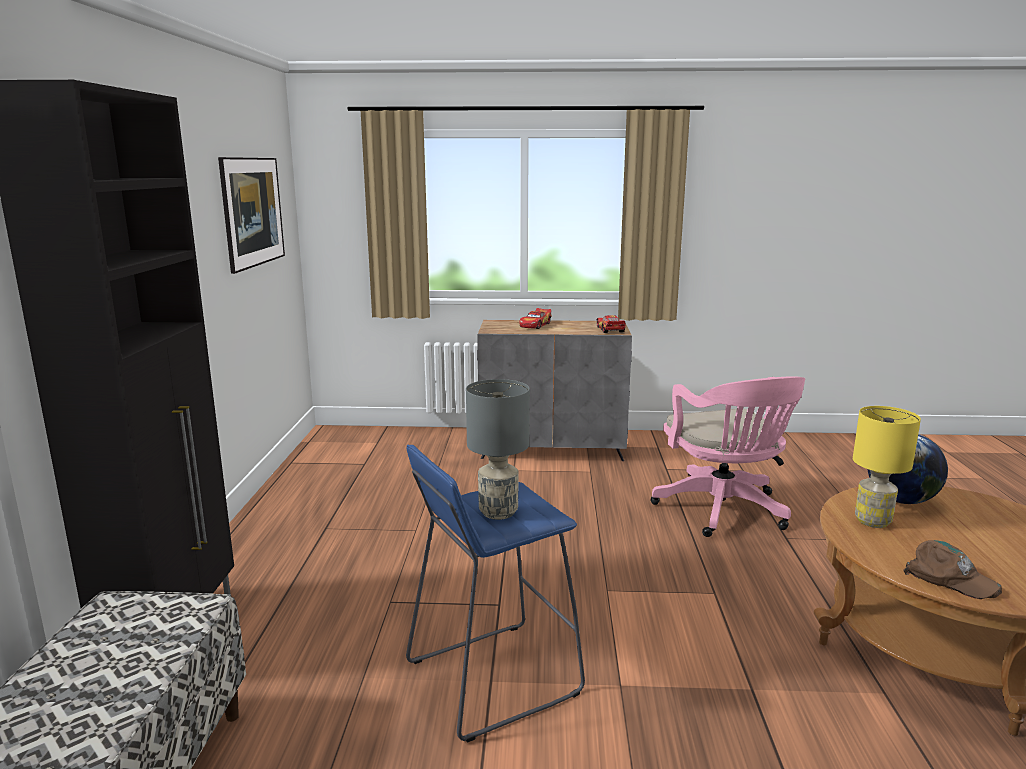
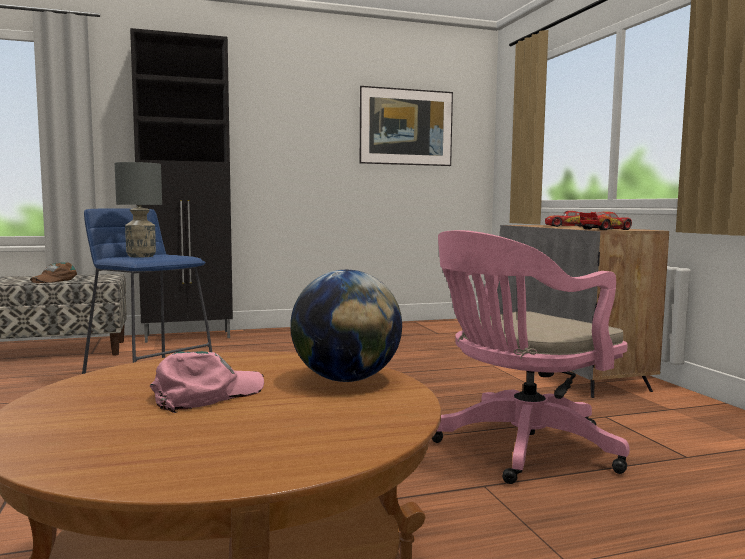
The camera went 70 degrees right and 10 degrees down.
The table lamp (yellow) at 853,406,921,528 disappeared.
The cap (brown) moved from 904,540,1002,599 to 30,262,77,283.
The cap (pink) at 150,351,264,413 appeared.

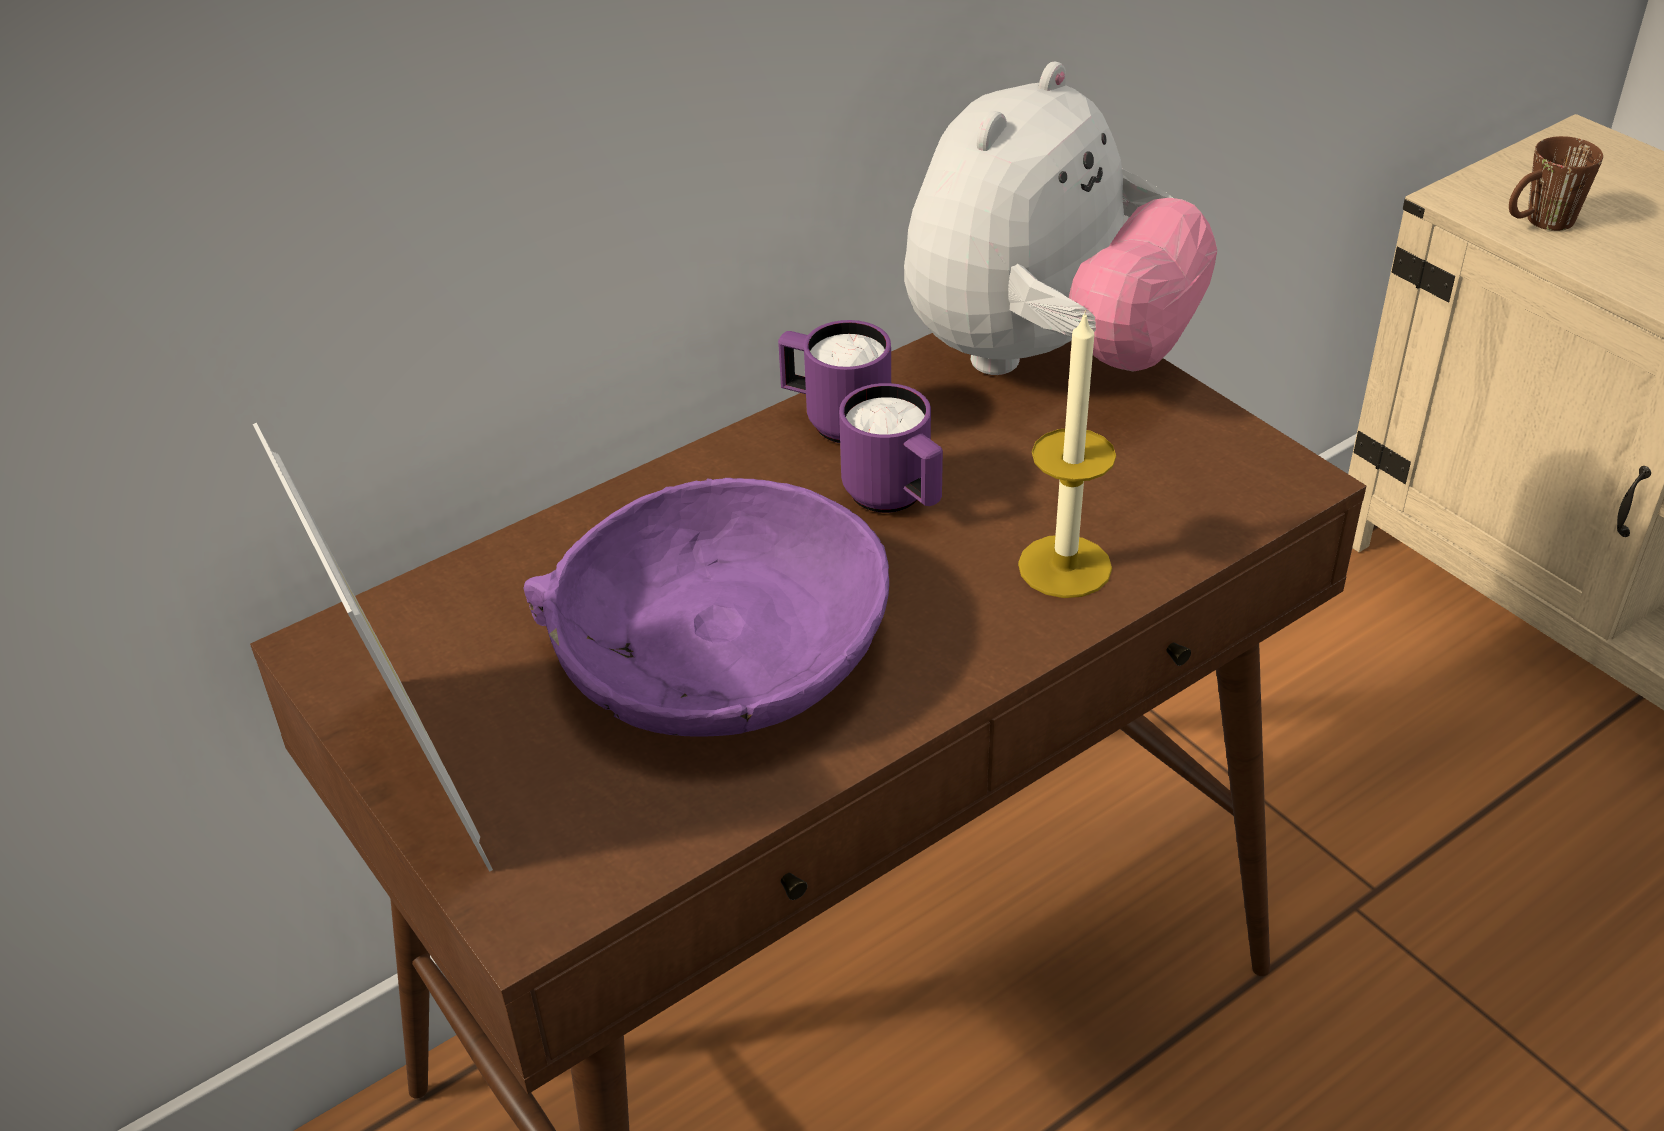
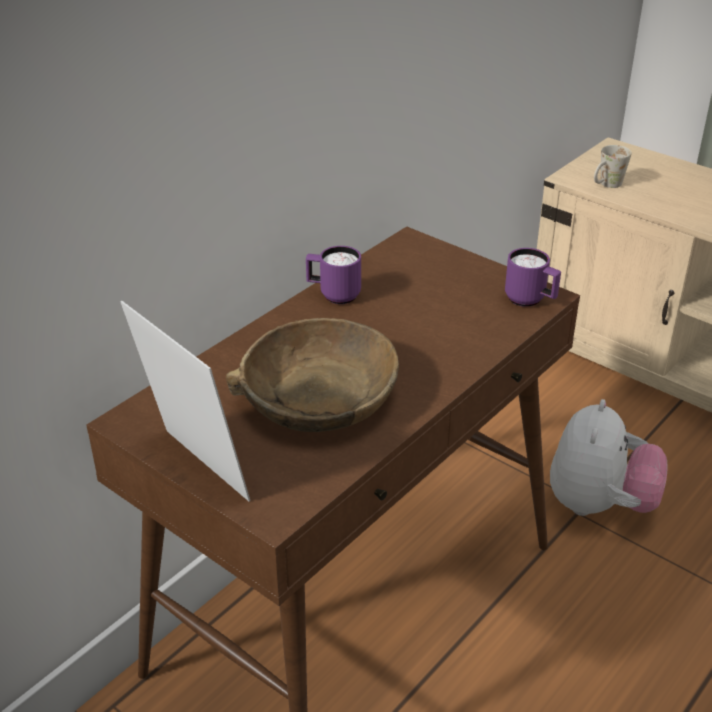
The camera went 15 degrees left and 5 degrees down.
The plush toy moved from 904,61,1217,375 to 550,399,668,516.
The mug (brown) at 1509,136,1603,231 became the mug (white) at 594,145,632,188.
The candle at 1018,310,1116,598 disappeared.
The mug (purple) moved from 839,383,943,513 to 505,248,561,307.
The bowl (purple) at 523,478,889,737 became the bowl (brown) at 226,318,399,432.

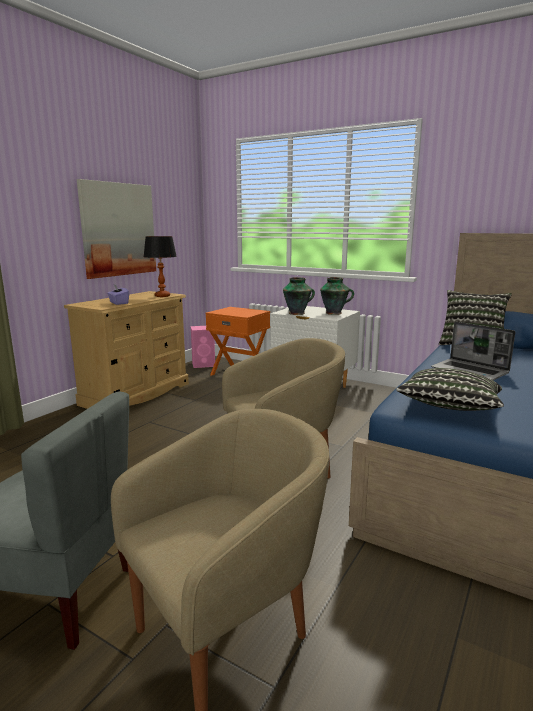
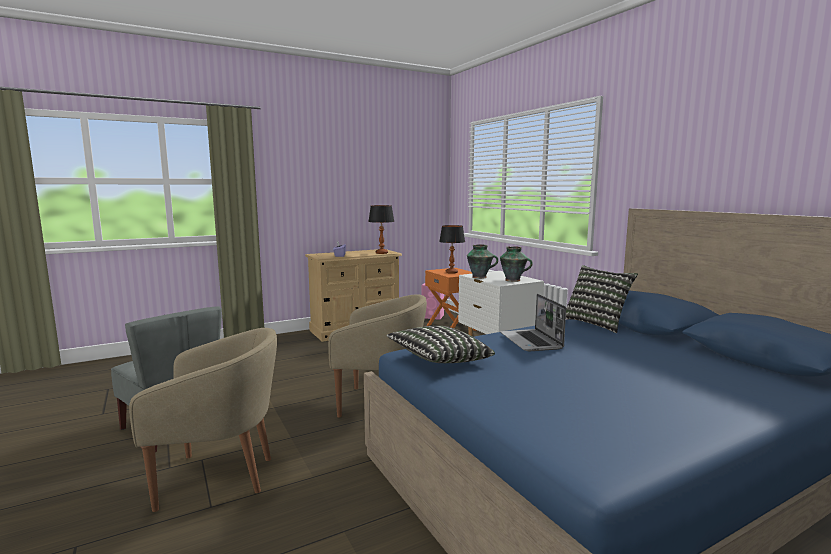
The camera went 30 degrees right and 5 degrees down.
The picture at 77,179,156,279 disappeared.
The table lamp at 439,225,465,274 appeared.

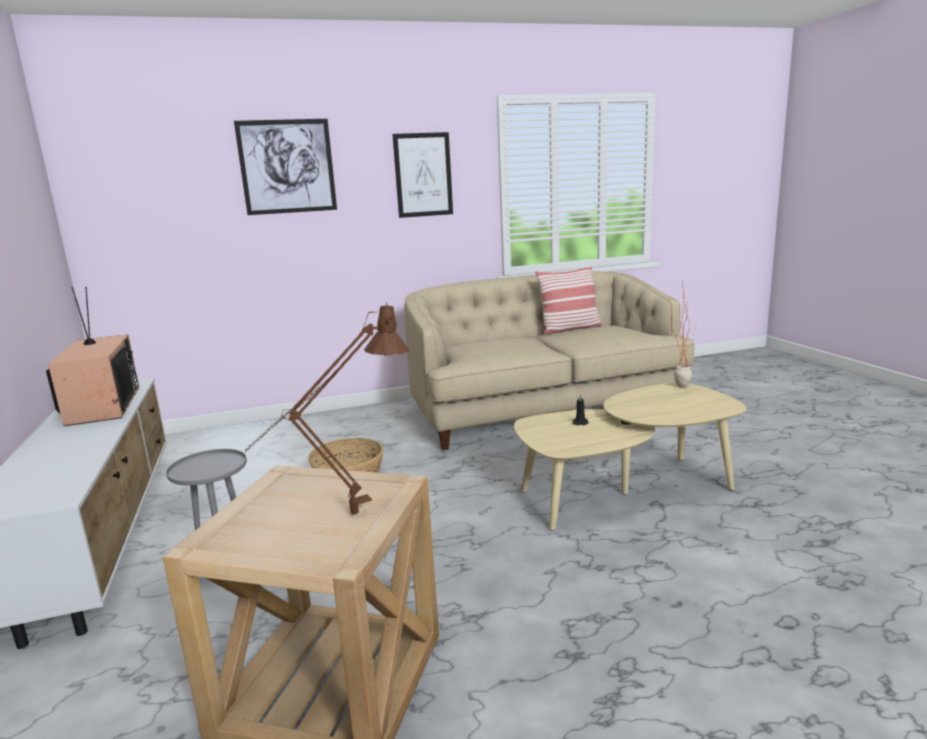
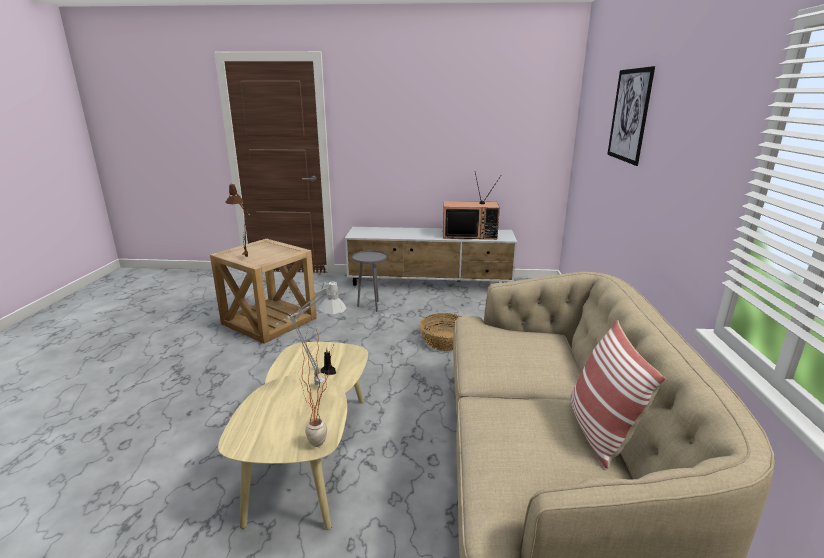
The camera went 110 degrees right and 5 degrees up.
The picture at 392,132,453,218 disappeared.
The table lamp (grey) at 276,281,346,385 appeared.

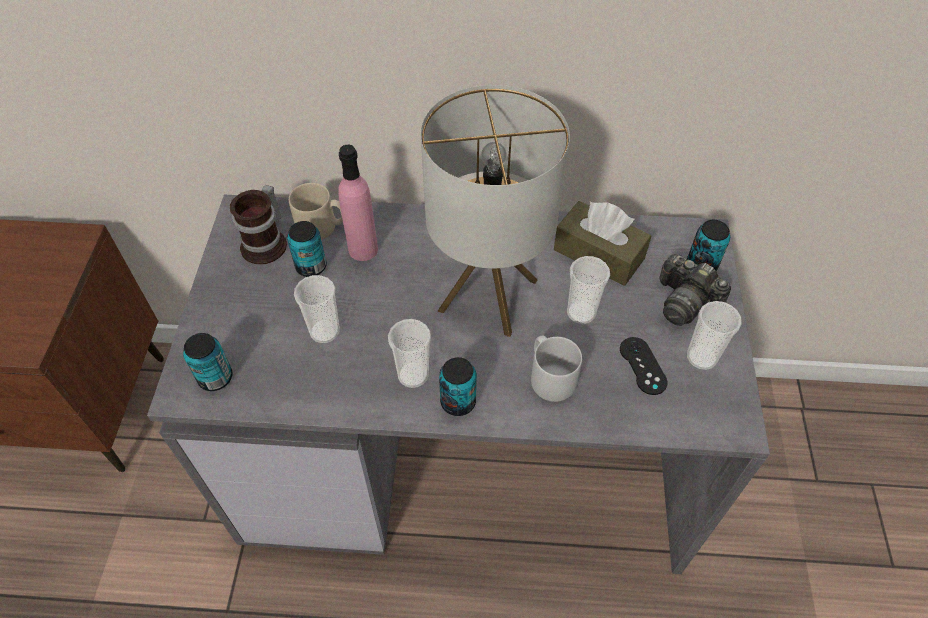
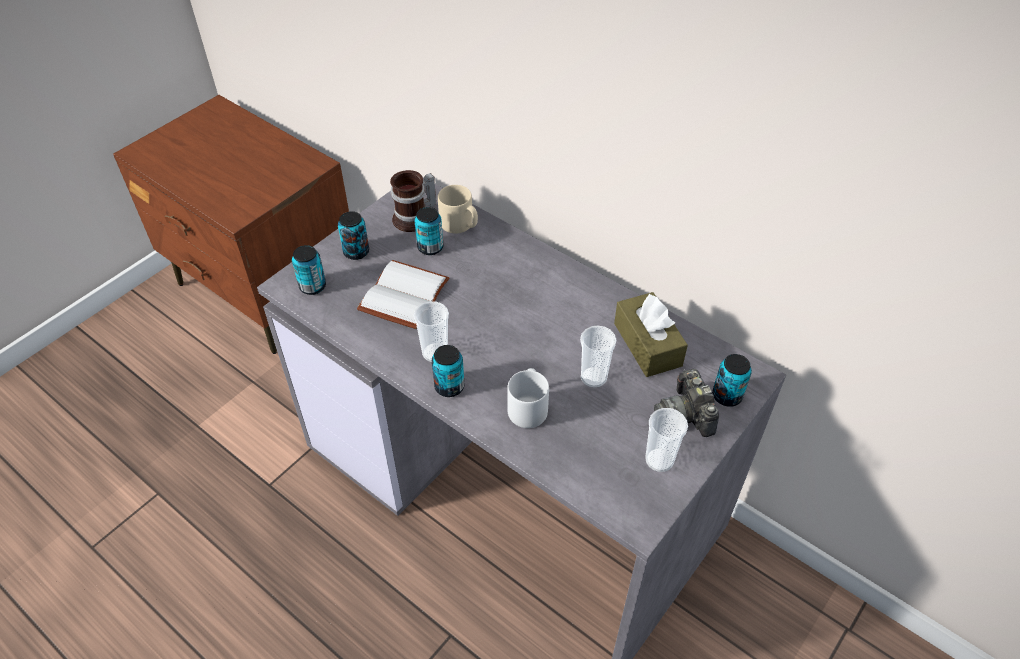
The camera went 35 degrees right and 5 degrees down.
The table lamp at 421,85,570,337 disappeared.
The bottle (pink) at 338,145,378,261 disappeared.
The cup at 294,275,340,343 was replaced by the book (white) at 357,260,449,329.
The game controller (black) at 620,337,668,395 disappeared.
The can at 338,211,369,260 appeared.

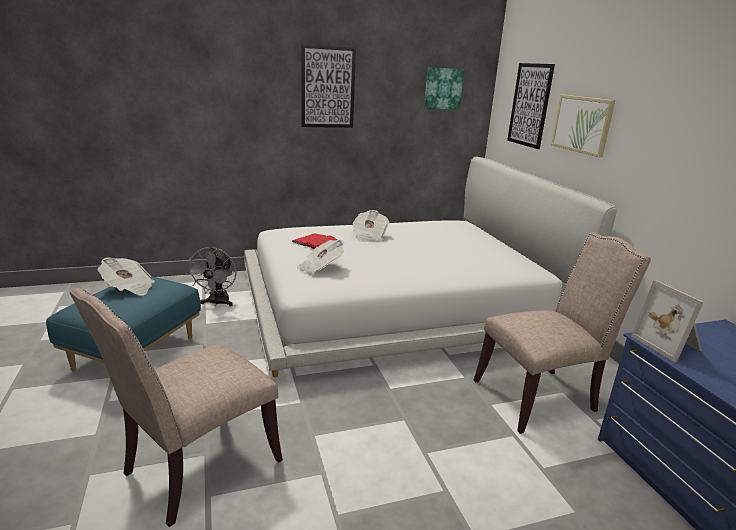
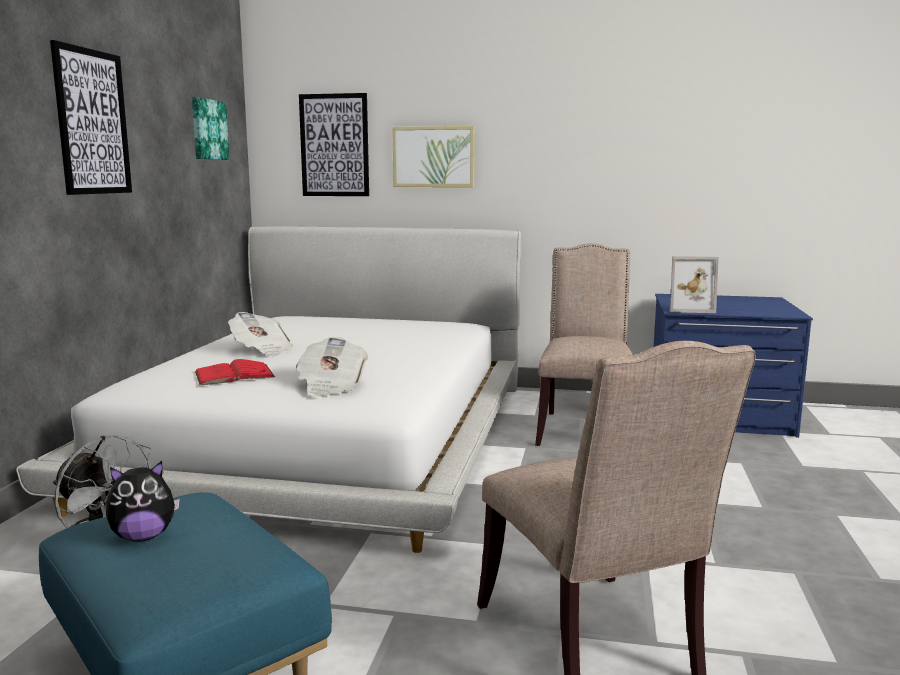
The camera went 60 degrees left and 10 degrees down.
The newspaper at 98,257,155,296 was replaced by the plush toy at 106,461,180,542.

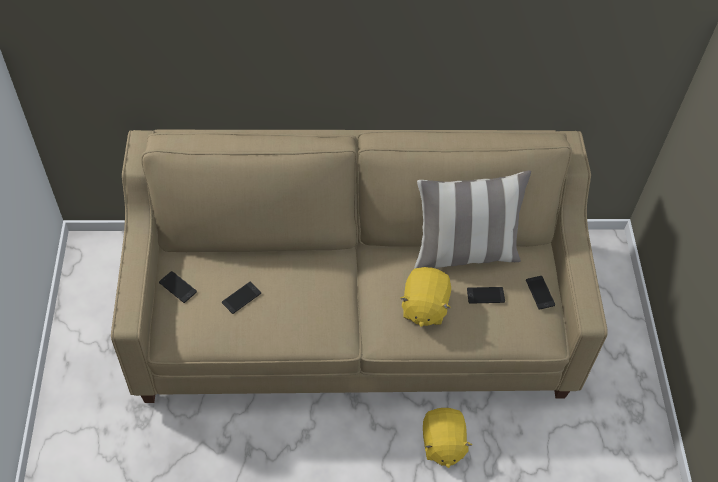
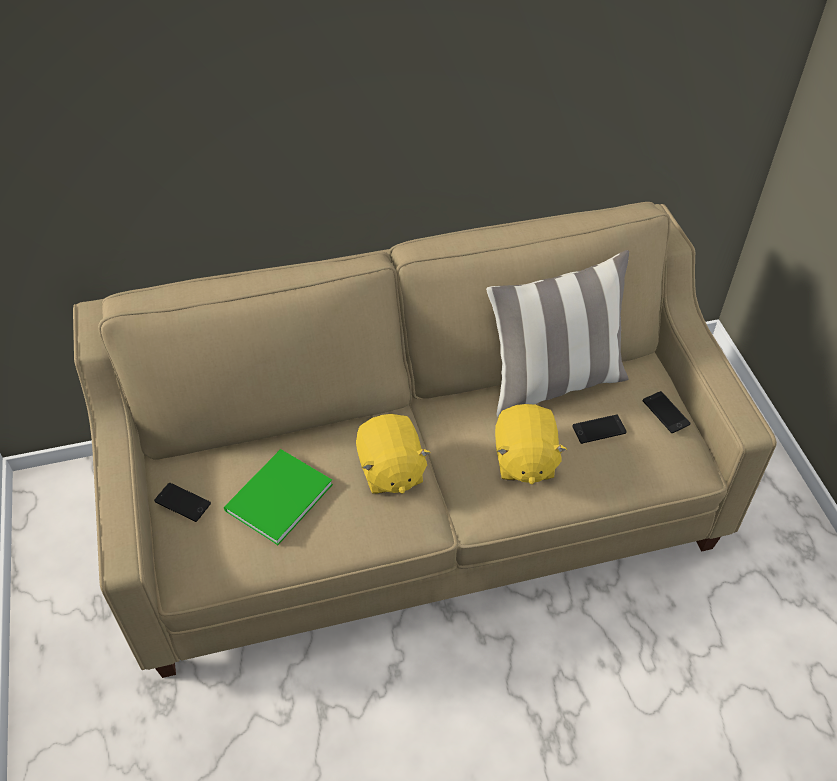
The camera went 10 degrees left and 5 degrees down.
The phone at 222,282,261,314 was replaced by the book (green) at 224,449,333,545.
The plush toy (yellow) moved from 423,408,472,468 to 356,414,431,494.

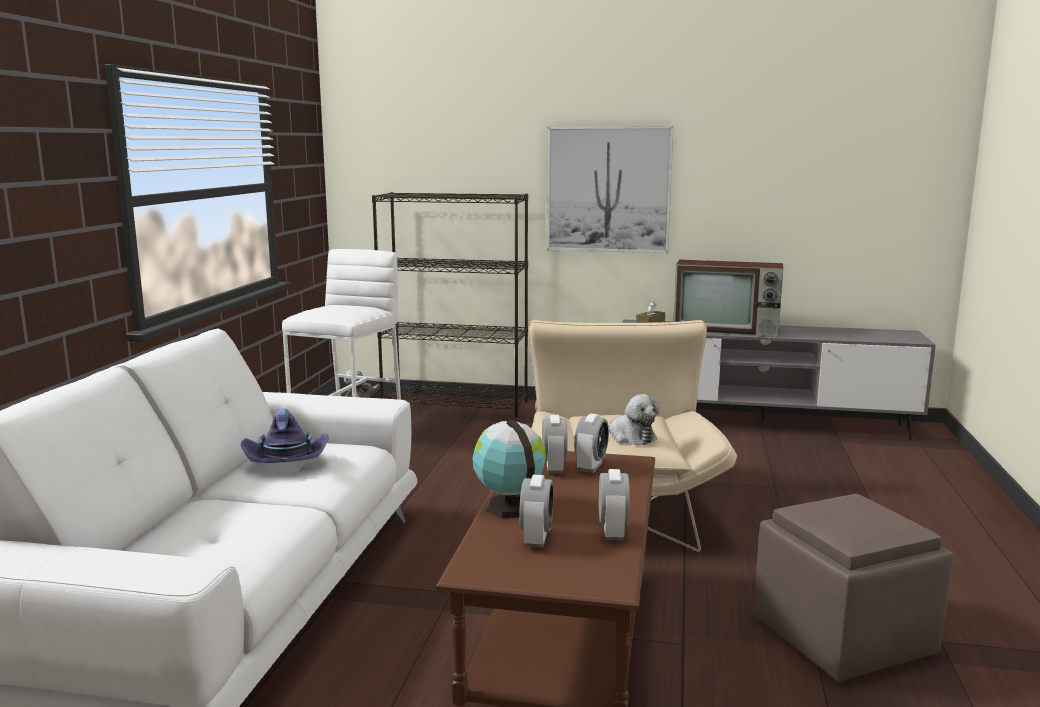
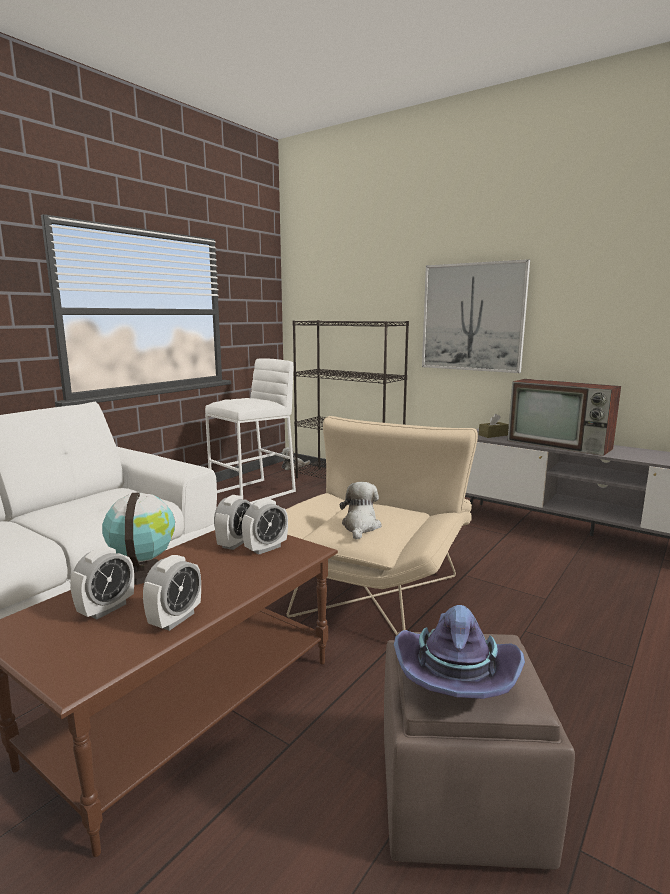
The camera went 25 degrees right and 0 degrees up.
The plush toy at 608,394,659,445 turned 150 degrees counterclockwise.
The hat (purple) moved from 241,408,329,463 to 394,605,525,699.

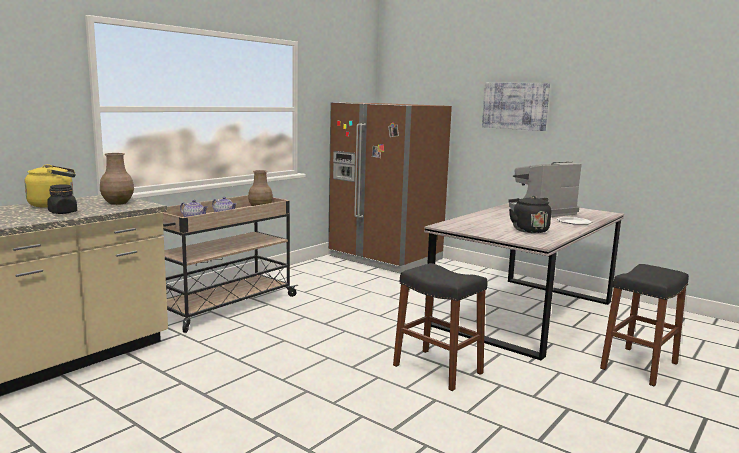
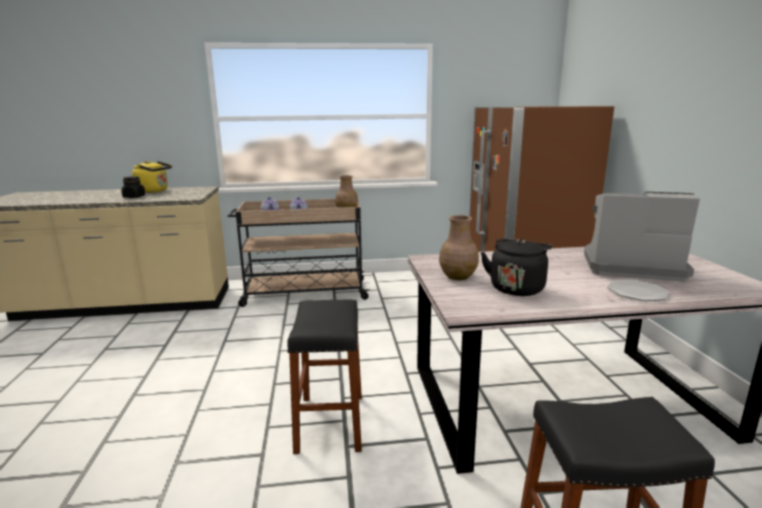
The camera went 45 degrees right and 5 degrees up.
The picture at 482,83,550,131 disappeared.
The vase (brown) moved from 100,153,134,205 to 439,215,479,280.

